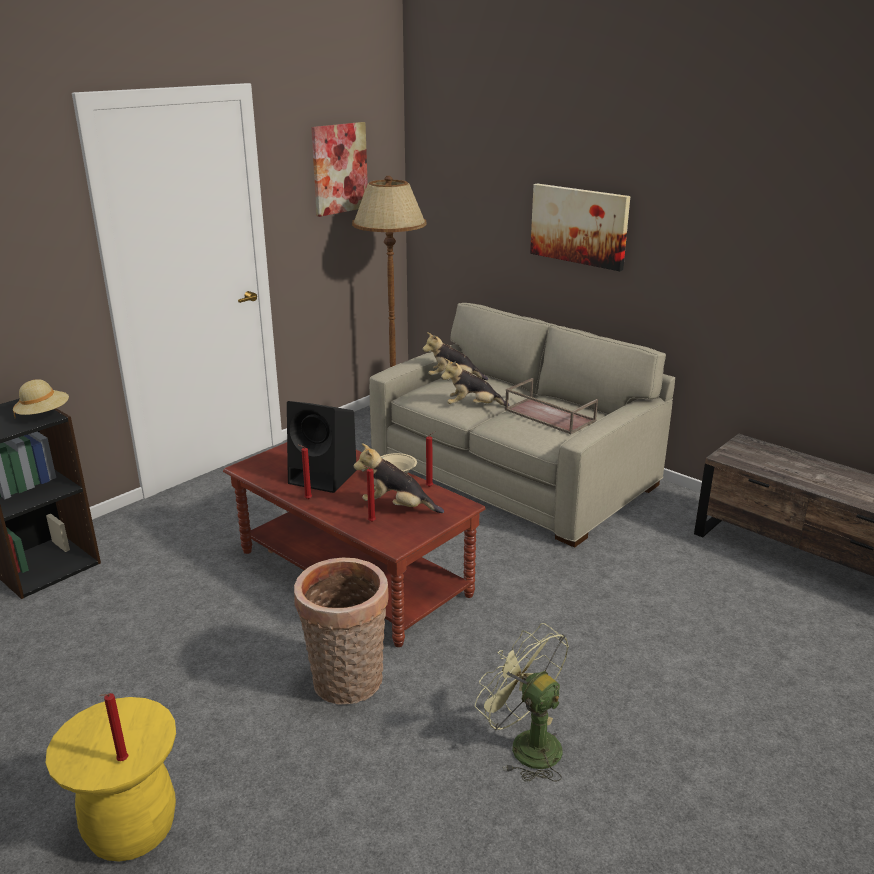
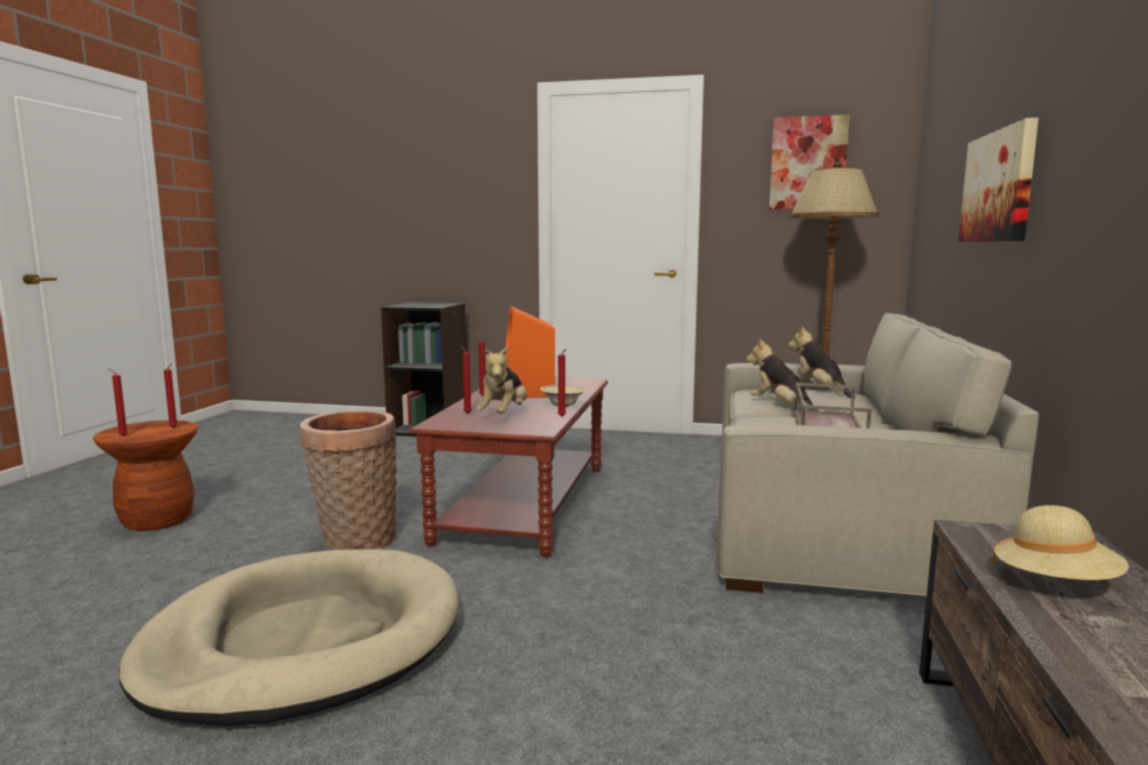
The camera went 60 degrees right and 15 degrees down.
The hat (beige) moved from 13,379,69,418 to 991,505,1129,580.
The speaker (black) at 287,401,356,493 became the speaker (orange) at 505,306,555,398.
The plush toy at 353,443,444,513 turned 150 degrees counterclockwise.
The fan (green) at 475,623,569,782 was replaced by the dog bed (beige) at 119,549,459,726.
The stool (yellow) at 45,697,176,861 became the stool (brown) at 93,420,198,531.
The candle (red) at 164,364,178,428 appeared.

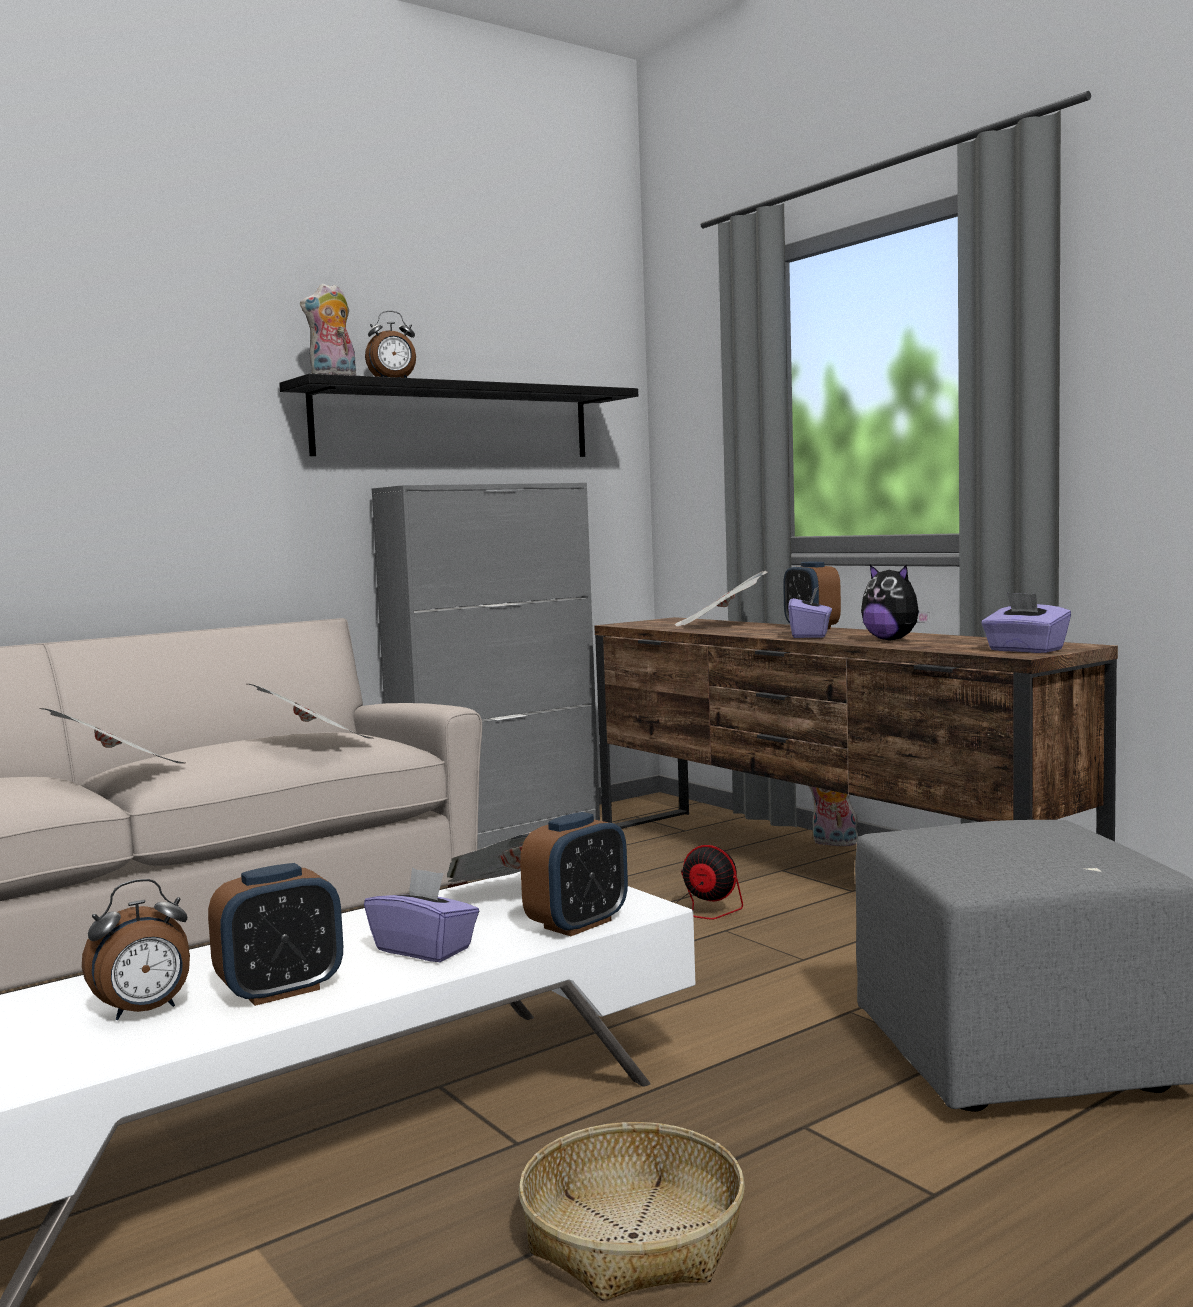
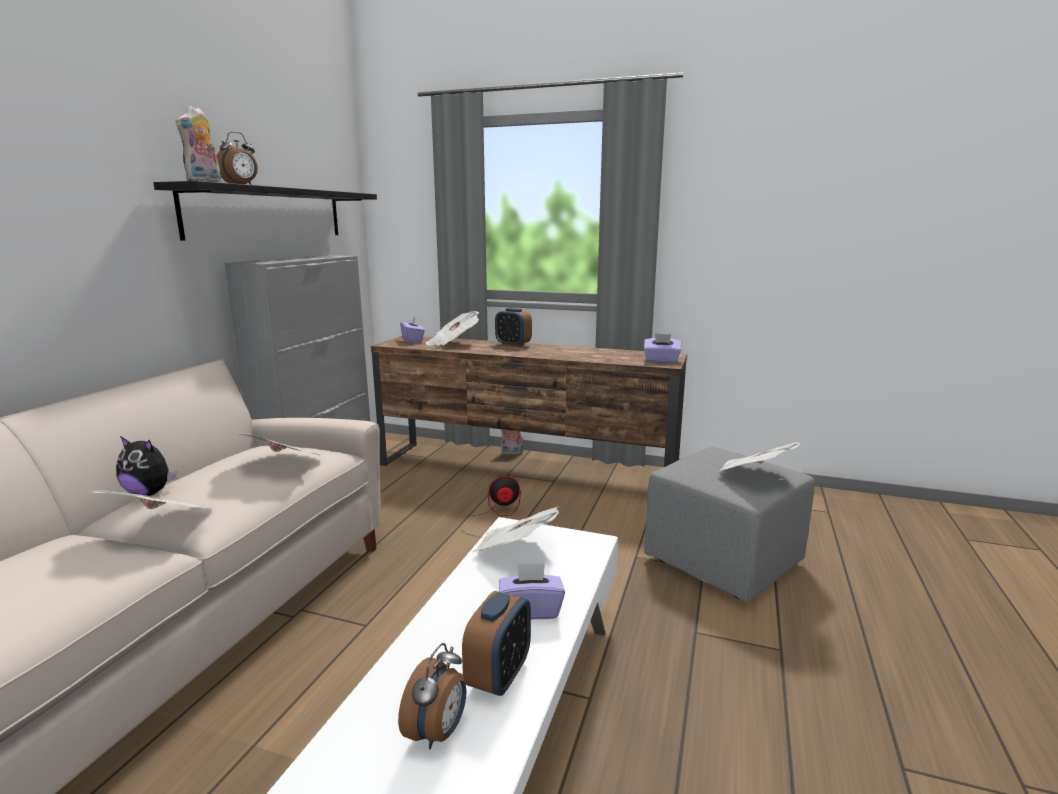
The camera went 35 degrees left and 10 degrees up.
The plush toy moved from 861,565,930,641 to 116,436,178,496.
The tissue box (purple) moved from 788,586,832,638 to 400,316,425,343.
The alarm clock at 520,812,628,936 disappeared.
The basket at 519,1122,745,1301 disappeared.
The newspaper at 719,442,800,471 appeared.

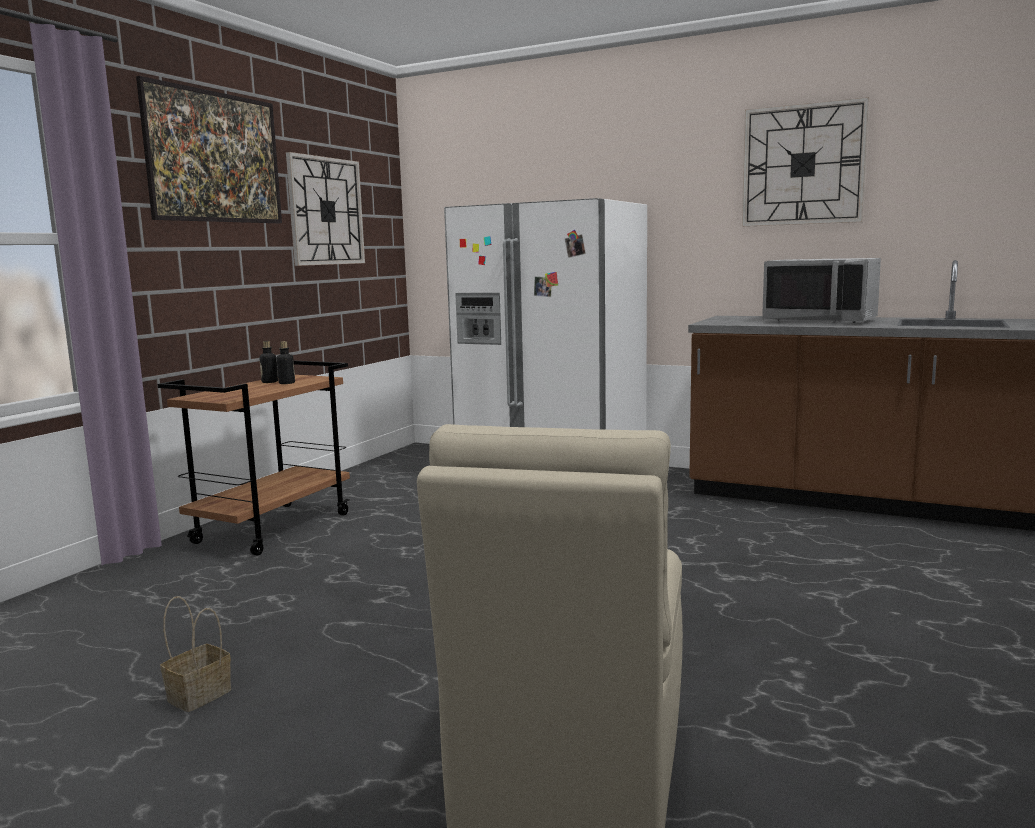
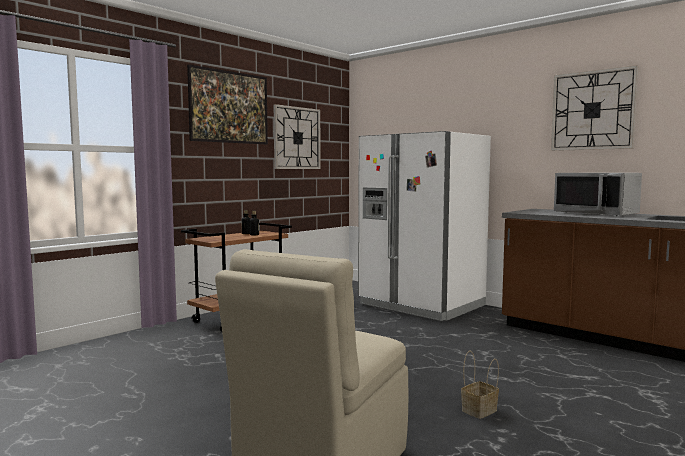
The camera went 15 degrees right and 5 degrees down.
The basket moved from 160,596,231,712 to 461,351,499,419.

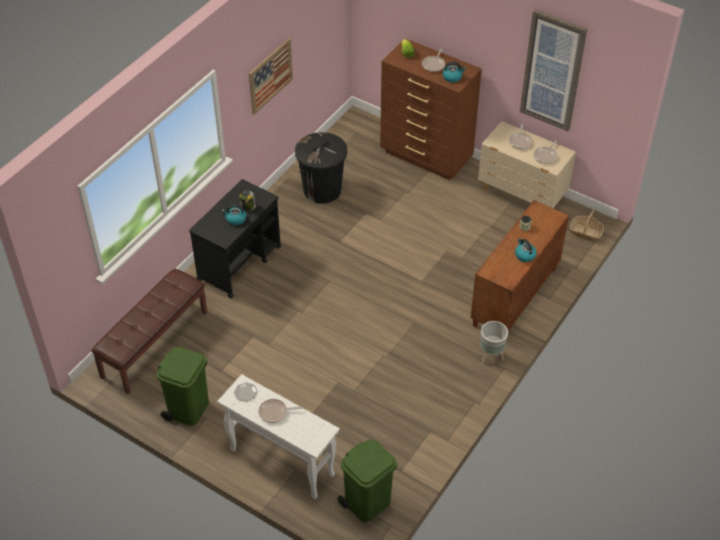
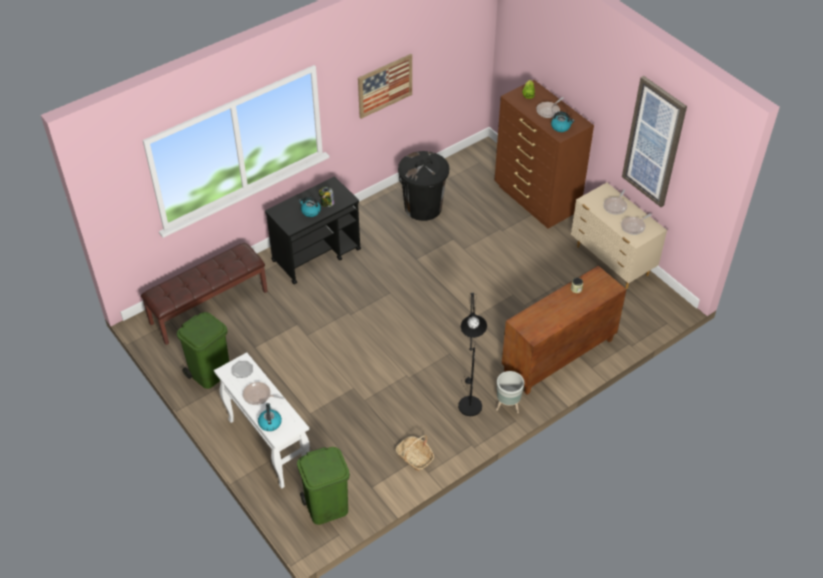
The camera went 20 degrees right and 0 degrees up.
The basket moved from 570,209,604,241 to 395,435,434,471.
The kettle moved from 515,238,537,262 to 258,403,282,431.
The floor lamp (black) at 458,293,487,416 appeared.

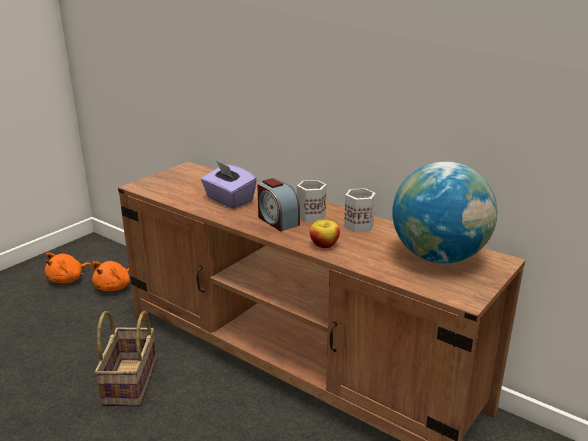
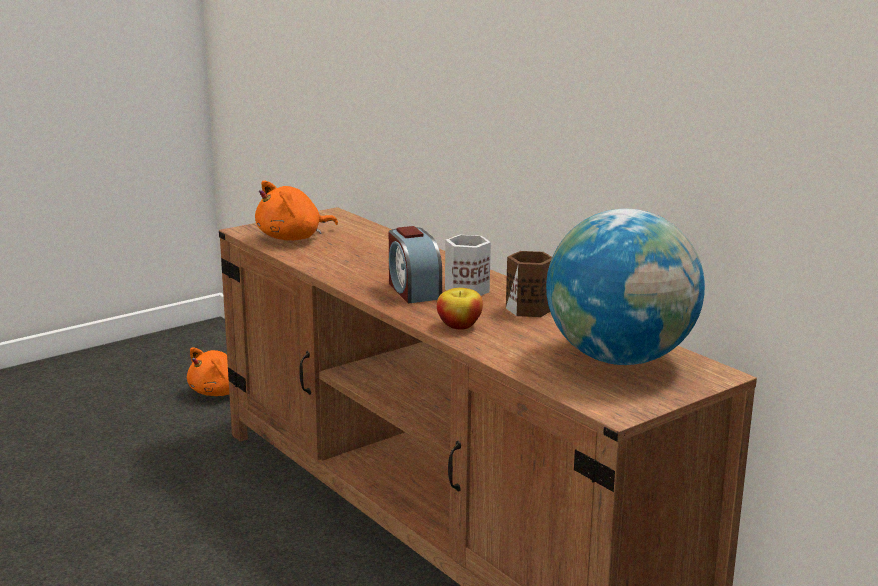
The camera went 15 degrees right and 5 degrees down.
The tissue box (purple) at 201,160,257,209 disappeared.
The mug (white) at 344,188,376,233 became the mug (brown) at 506,251,552,317.
The plush toy (orange) moved from 45,252,92,283 to 255,181,338,240.
The basket at 95,311,157,406 disappeared.

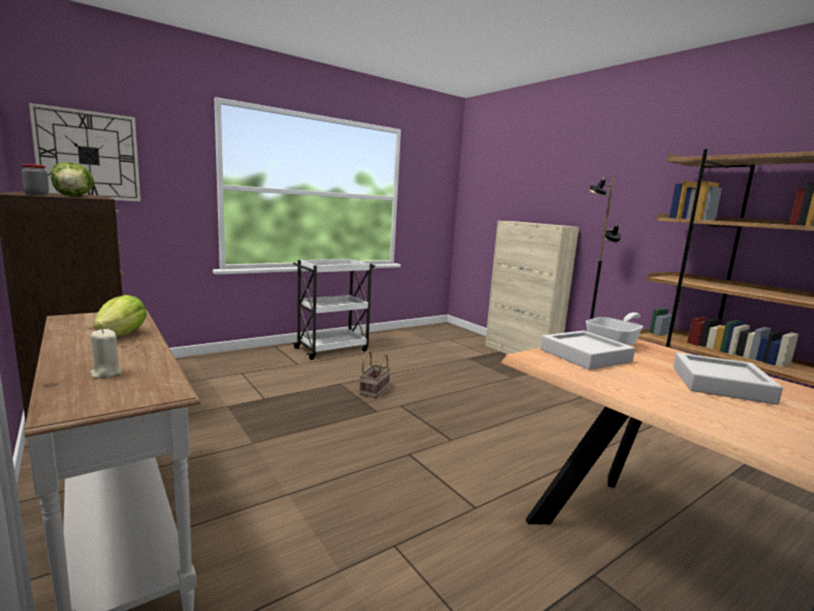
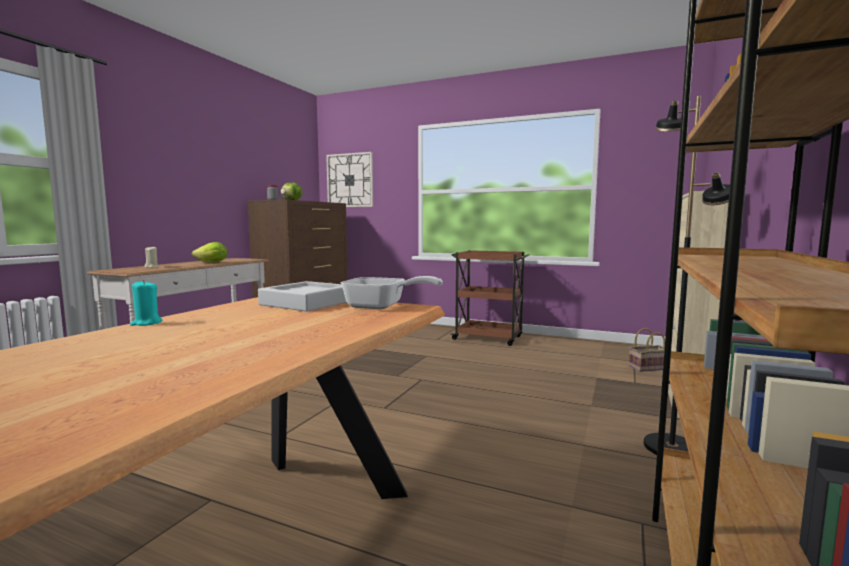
The camera went 60 degrees right and 5 degrees down.
The cart (white) at 292,259,376,360 became the cart (brown) at 452,250,530,346.
The basket moved from 359,351,391,398 to 629,328,665,372.
The tray (grey) at 673,353,783,405 disappeared.
The candle (turquoise) at 130,280,163,326 appeared.

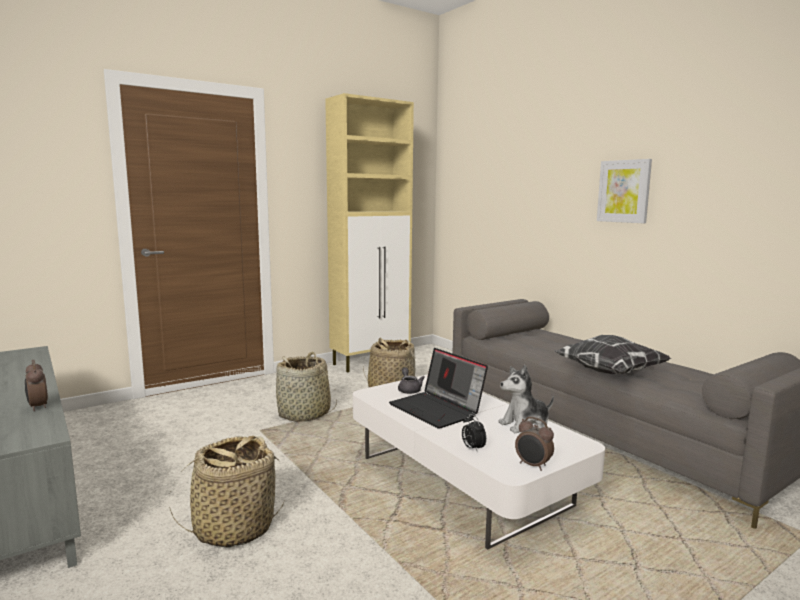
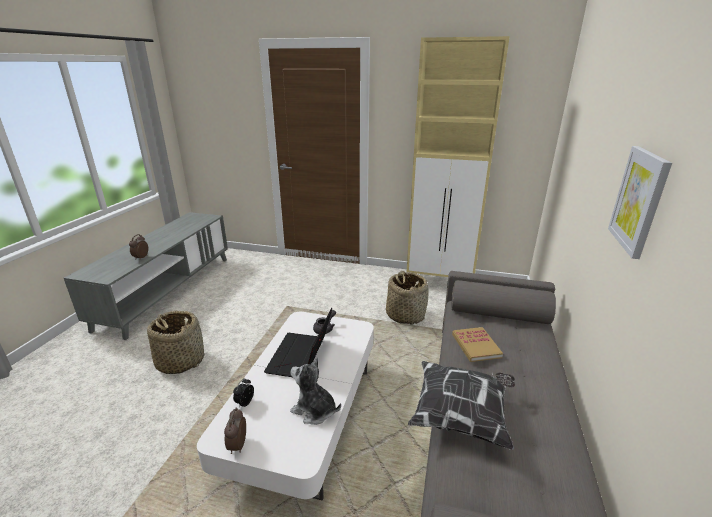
The camera went 50 degrees right and 15 degrees up.
The basket at 276,352,337,422 disappeared.
The book at 452,327,503,362 appeared.

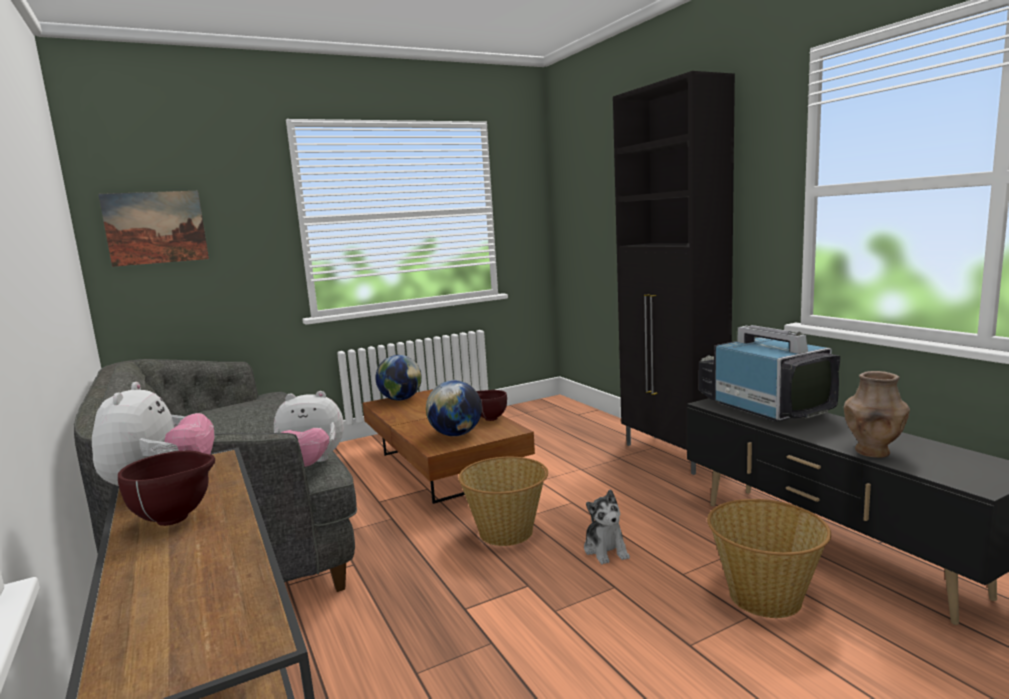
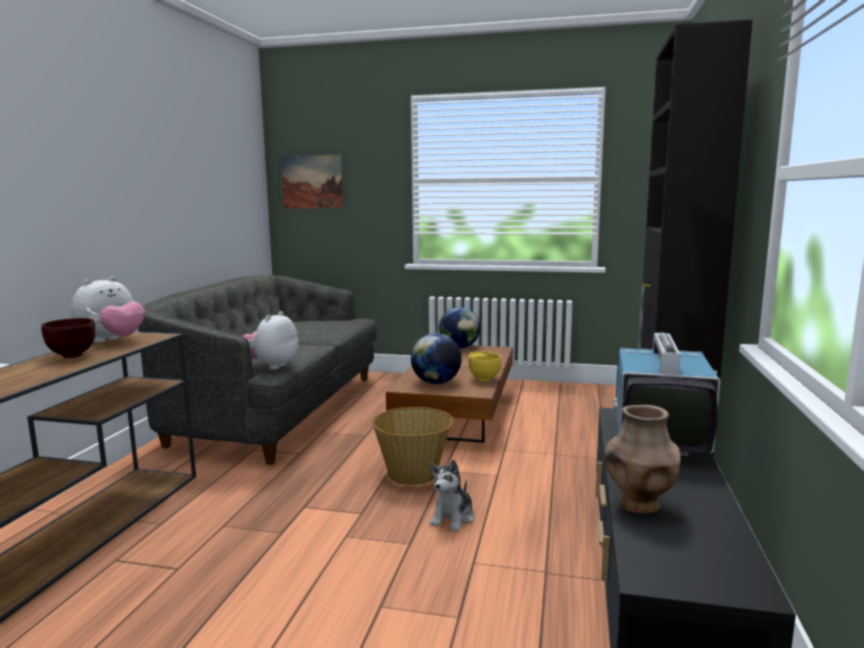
The camera went 40 degrees right and 0 degrees up.
The bowl (brown) at 476,390,507,421 became the bowl (yellow) at 468,351,501,381.
The plush toy at 274,391,344,467 turned 75 degrees clockwise.
The basket at 707,499,831,618 disappeared.

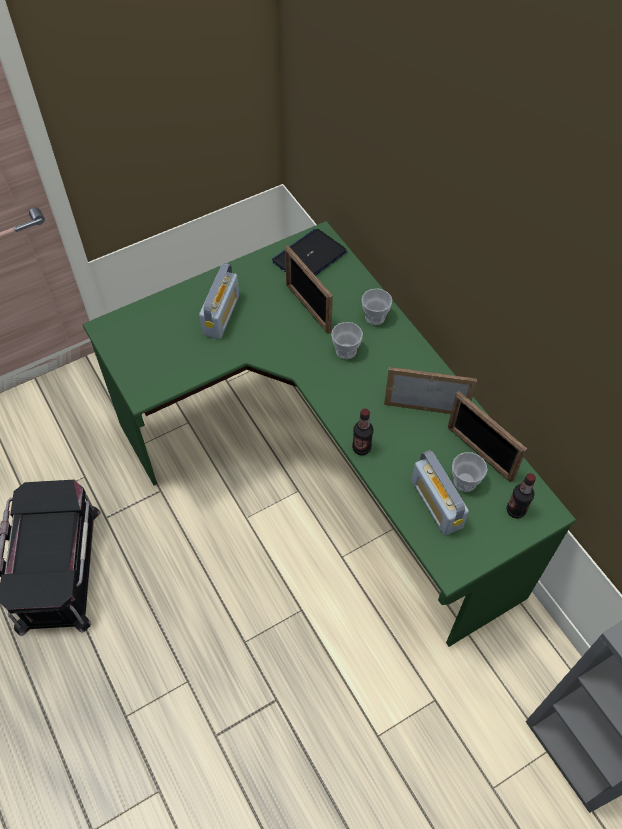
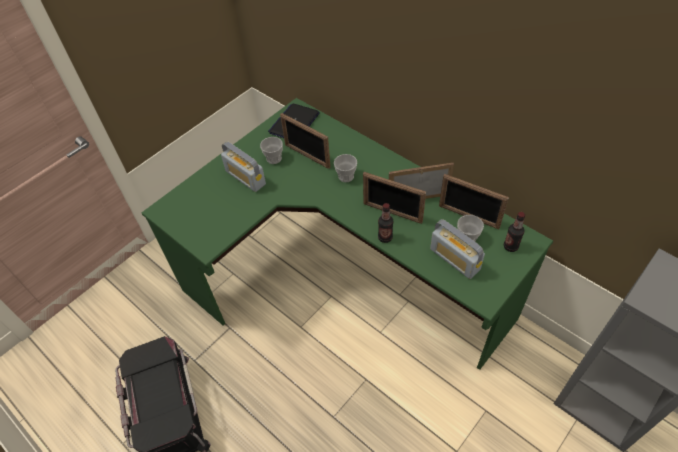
The camera went 15 degrees left and 5 degrees down.
The radio at 199,263,239,339 turned 135 degrees clockwise.
The cup moved from 362,288,392,325 to 260,137,283,164.
The picture frame at 363,172,426,224 appeared.

